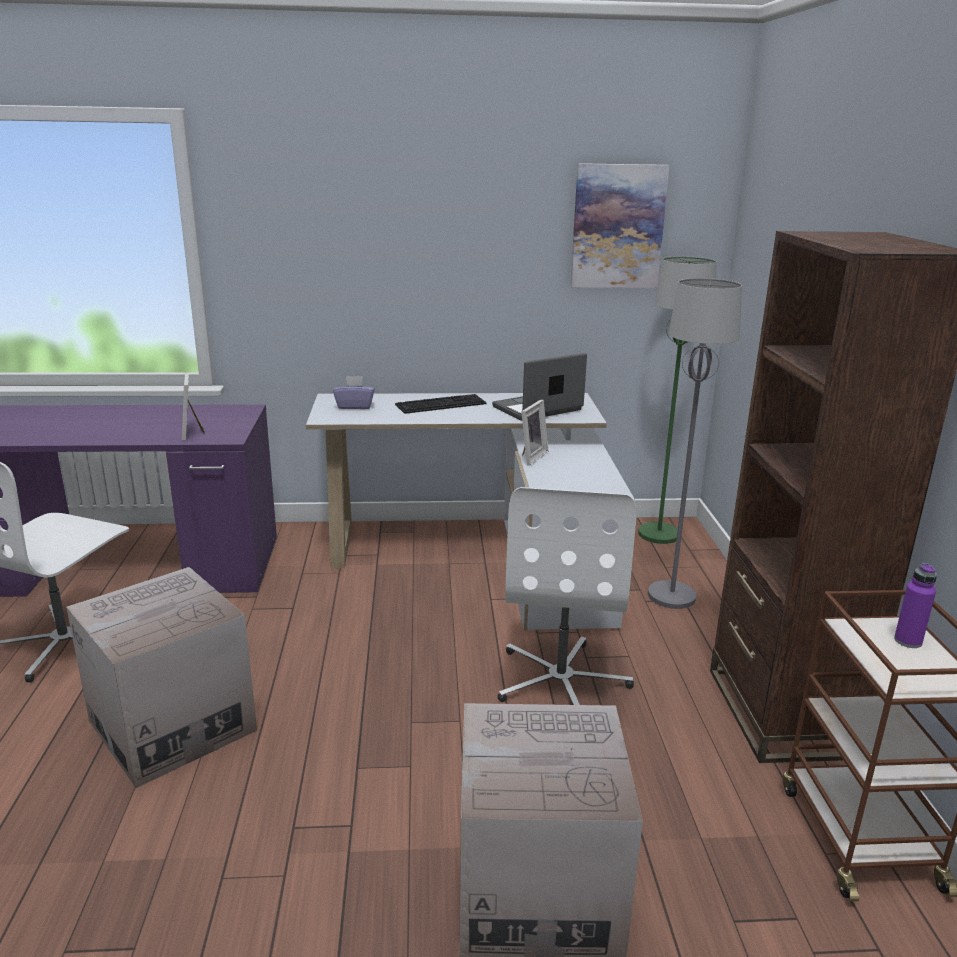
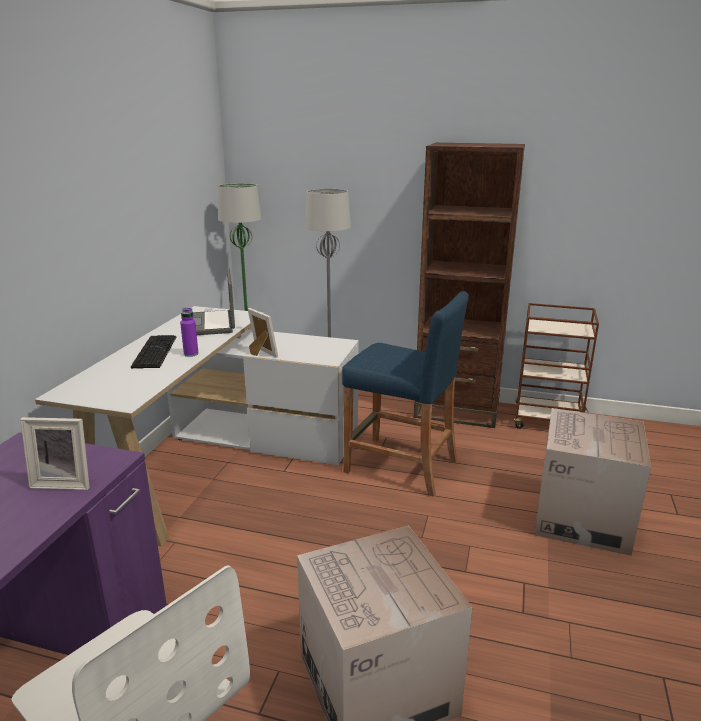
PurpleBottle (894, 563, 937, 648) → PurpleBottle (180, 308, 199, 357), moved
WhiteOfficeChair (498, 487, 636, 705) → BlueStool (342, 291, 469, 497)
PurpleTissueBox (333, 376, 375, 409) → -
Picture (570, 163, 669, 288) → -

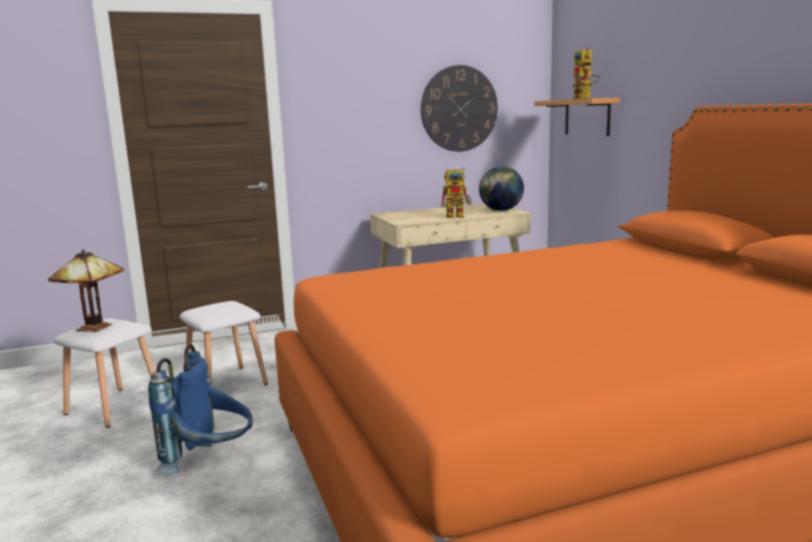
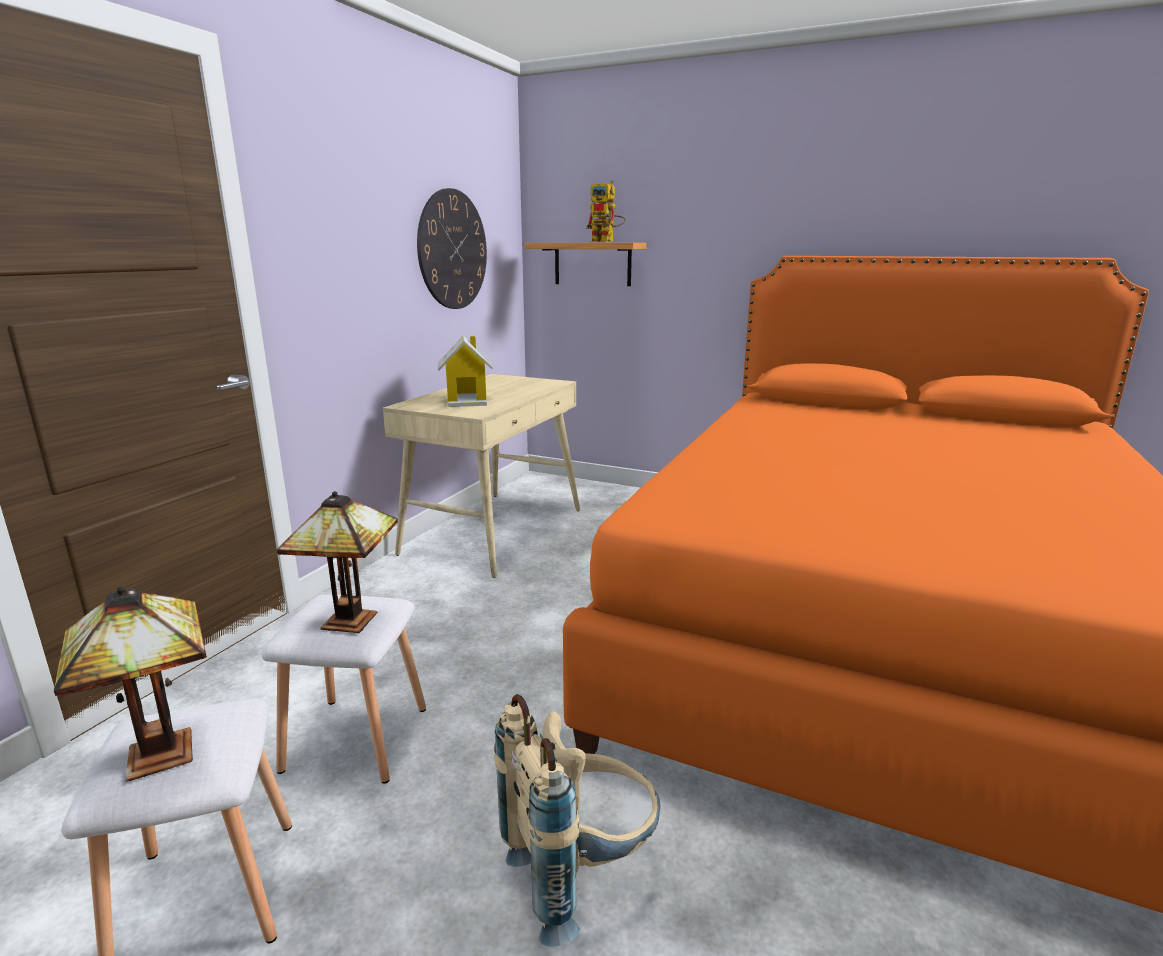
- → TableLamp (277, 491, 398, 633)
- → ToyHouse (438, 335, 493, 407)
BlueBackpack (148, 344, 253, 473) → BeigeBackpack (494, 694, 660, 947)
ToyRobot (441, 167, 472, 218) → -
Globe (479, 166, 524, 211) → -

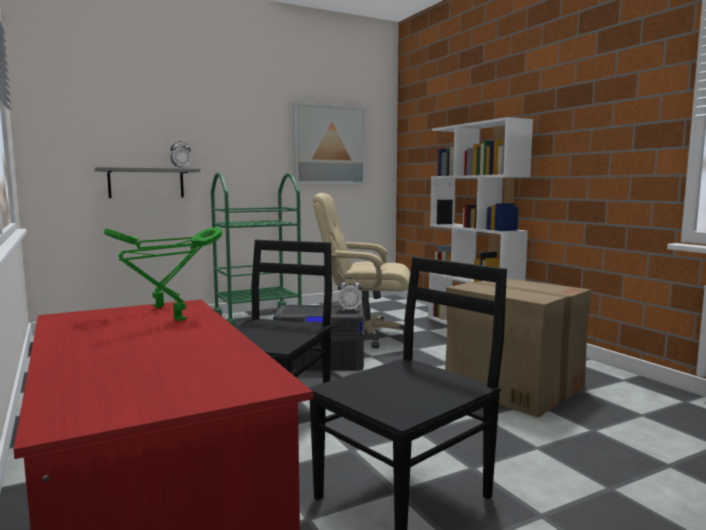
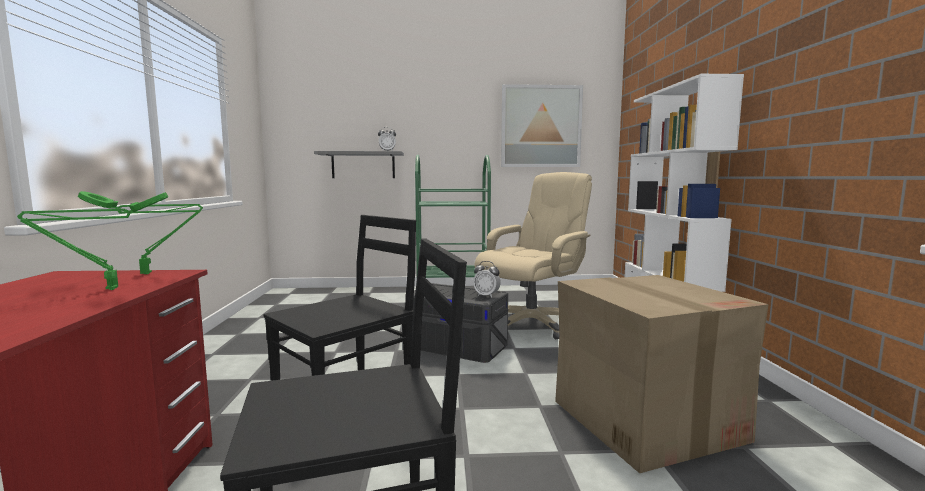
BeigeOfficeChair (312, 193, 410, 348) → BeigeOfficeChair (474, 172, 592, 339), 105 degrees clockwise

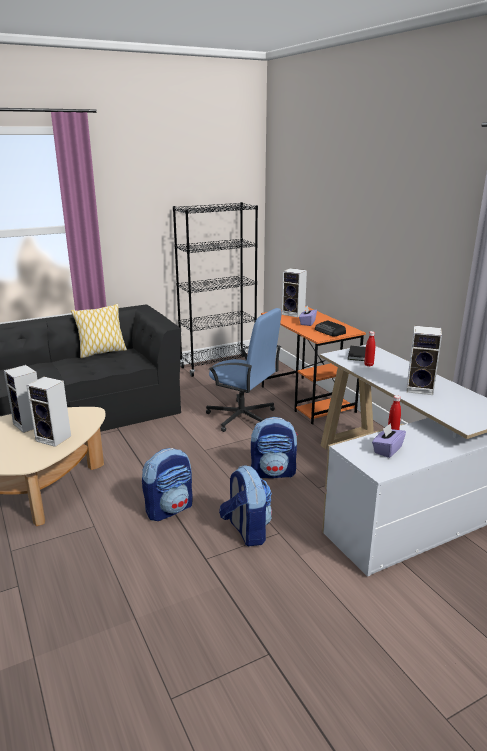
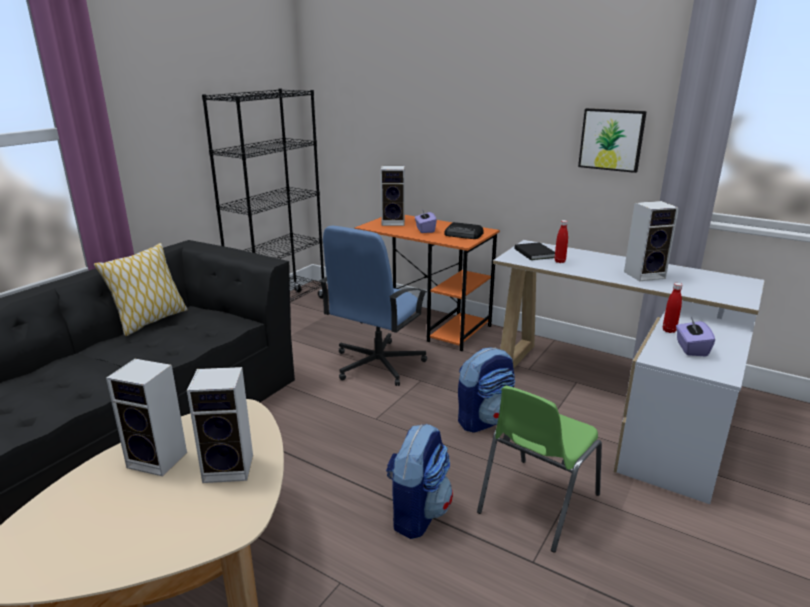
BlueOfficeChair (206, 308, 282, 432) → BlueOfficeChair (320, 226, 427, 386), 120 degrees clockwise
Backpack (219, 466, 272, 546) → GreenChair (477, 386, 602, 552)
- → Picture (578, 108, 647, 173)

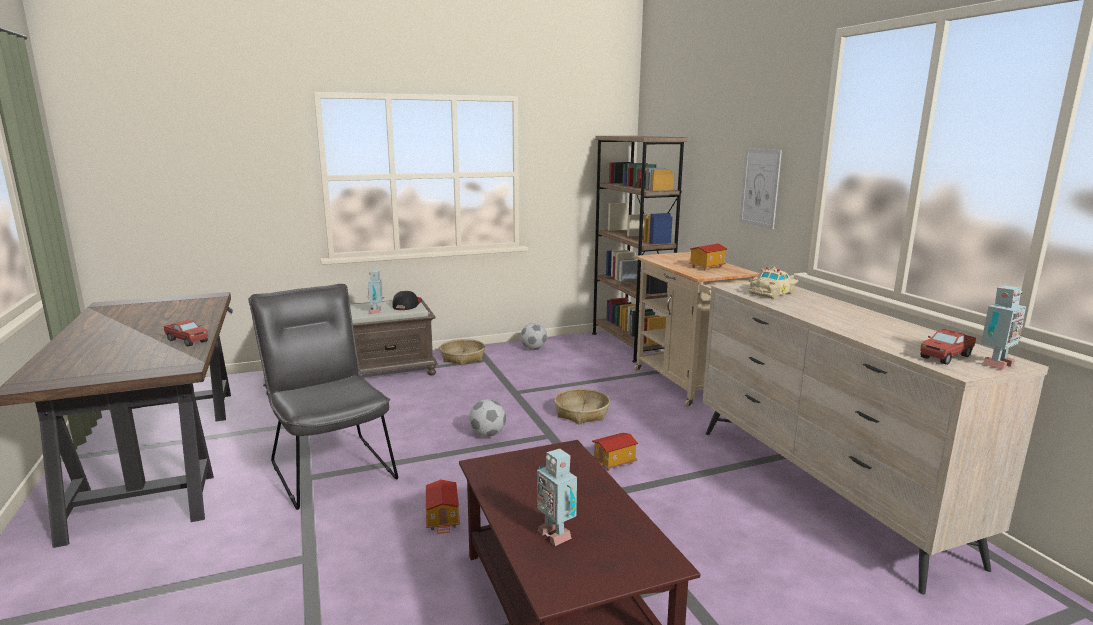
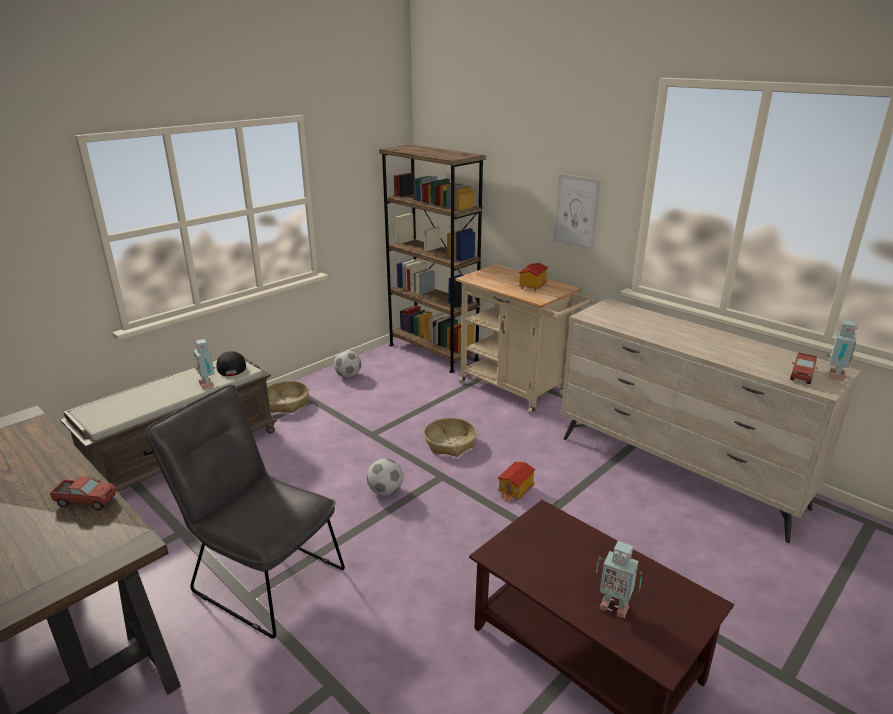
ToyHouse (425, 479, 460, 534) → -
BeigeToyCar (748, 266, 798, 299) → -

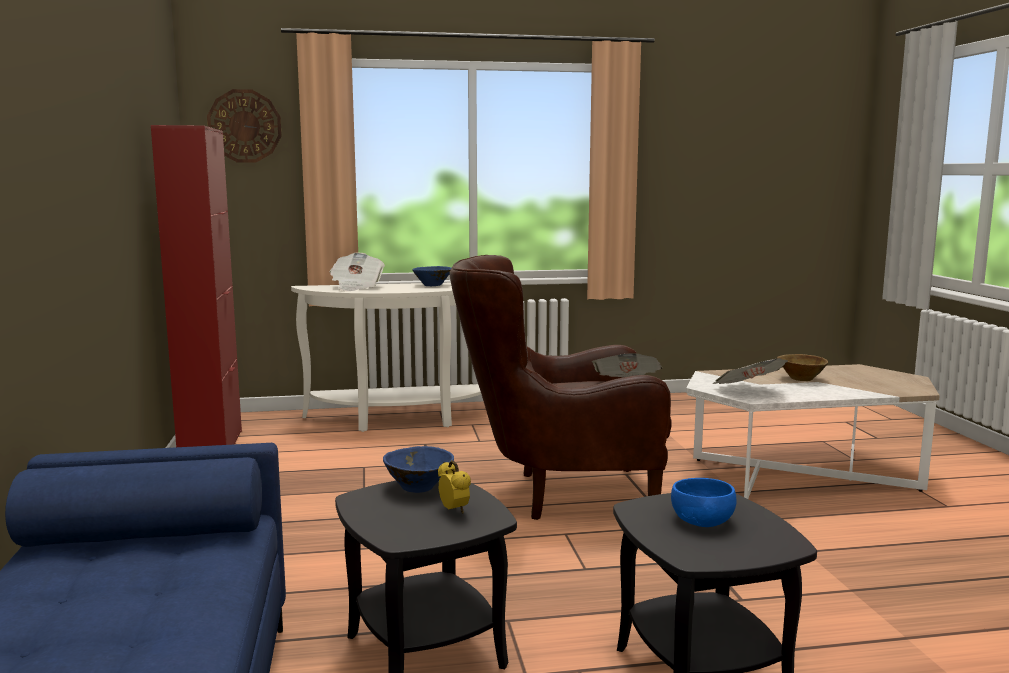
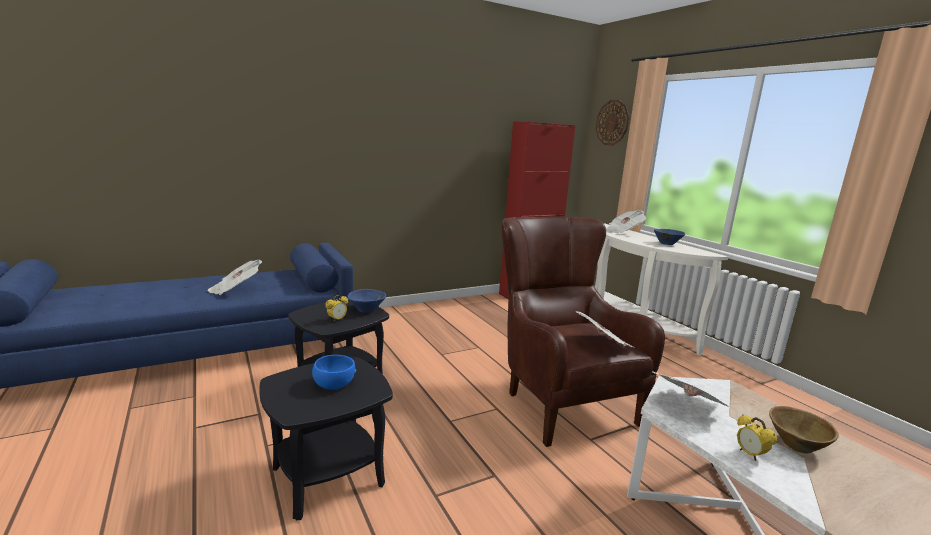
- → Newspaper (208, 260, 262, 295)
- → AlarmClock (737, 414, 777, 461)

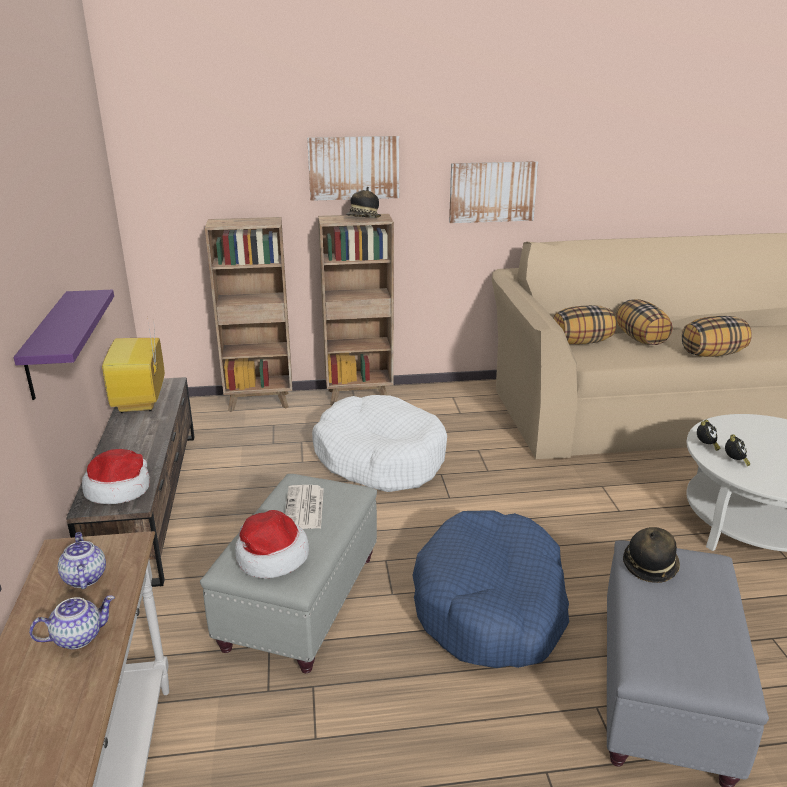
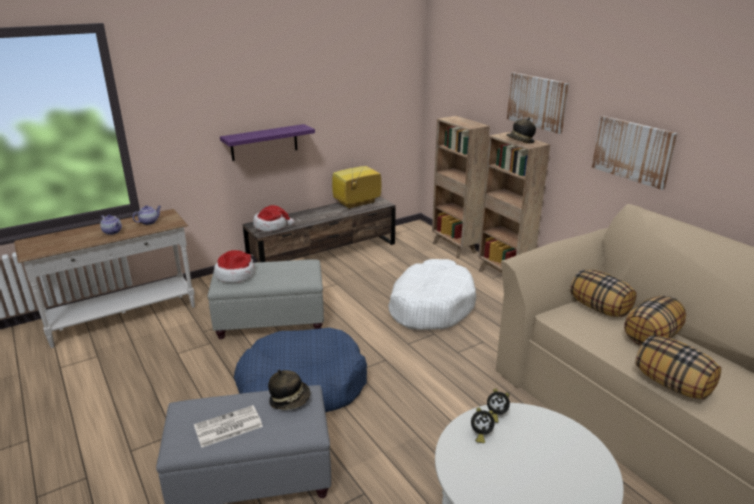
Newspaper (285, 485, 324, 529) → Newspaper (194, 405, 263, 448), moved

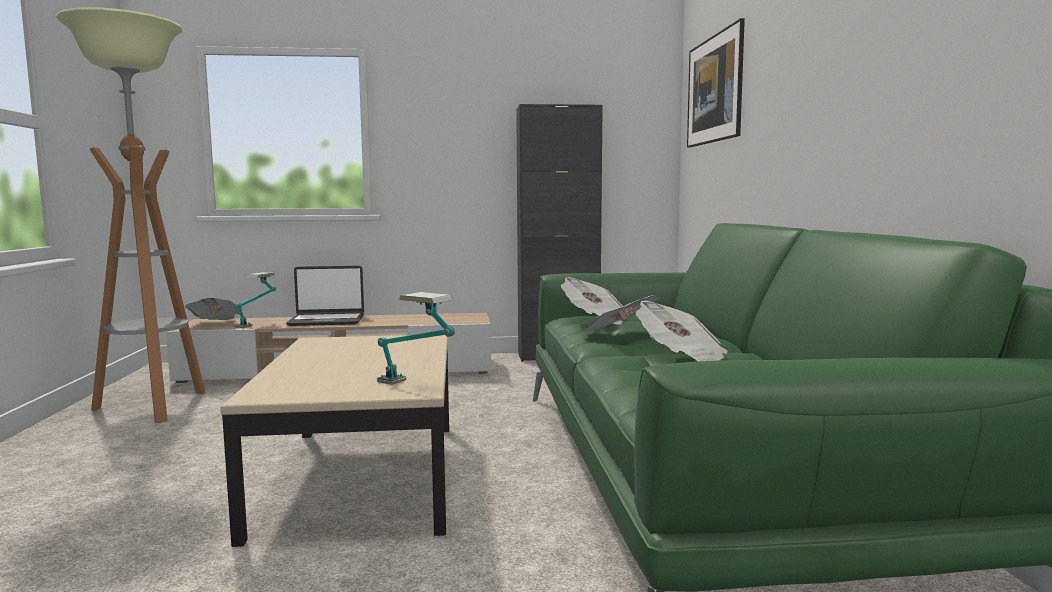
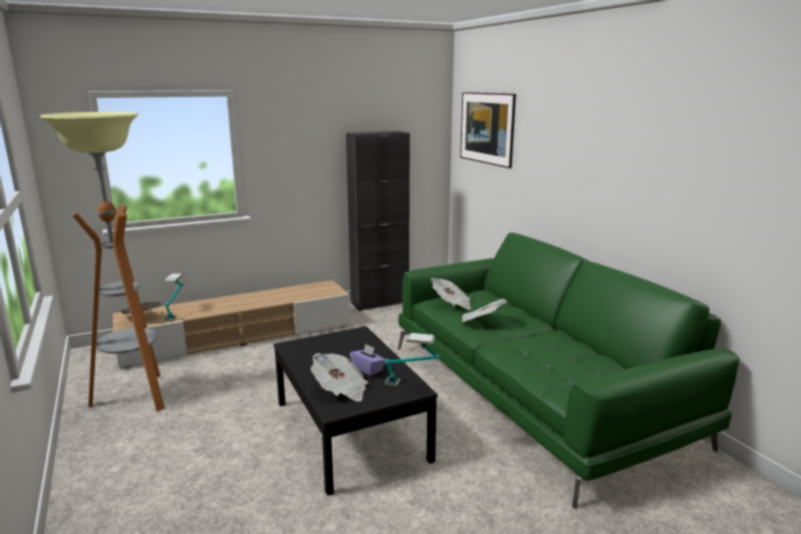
BeigeCoffeeTable (220, 335, 449, 547) → BlackCoffeeTable (274, 326, 437, 496)
Newspaper (636, 301, 728, 361) → Newspaper (310, 353, 368, 401), moved
- → PurpleTissueBox (349, 344, 385, 376)
Laptop (286, 266, 364, 326) → -

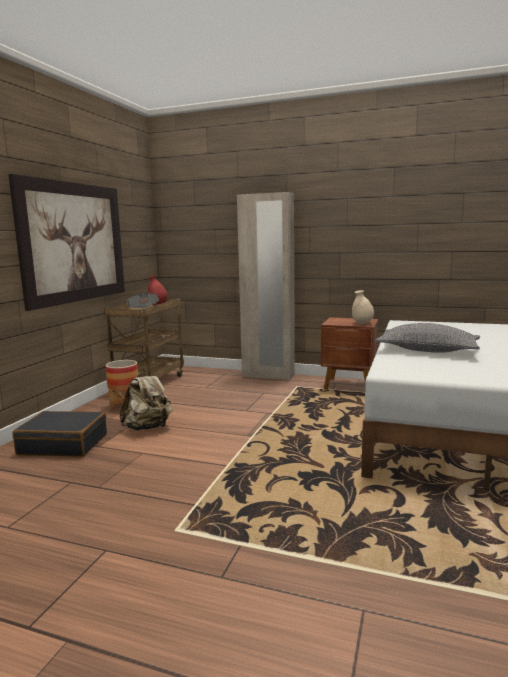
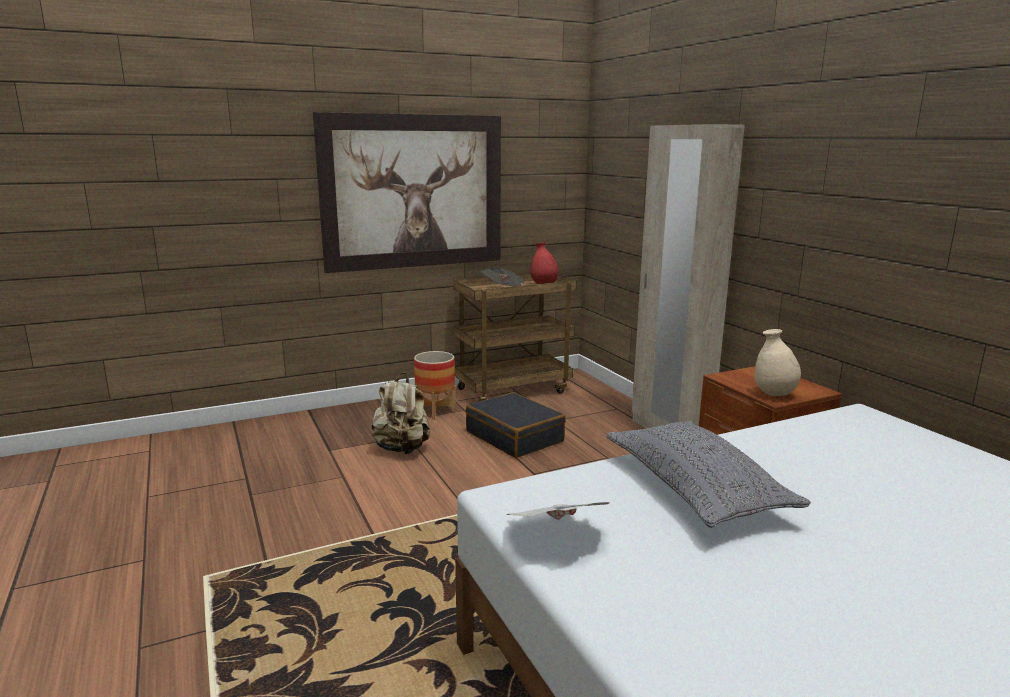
BlackSuitcase (12, 411, 107, 456) → BlackSuitcase (466, 392, 566, 458), moved
- → Newspaper (507, 502, 610, 520)

